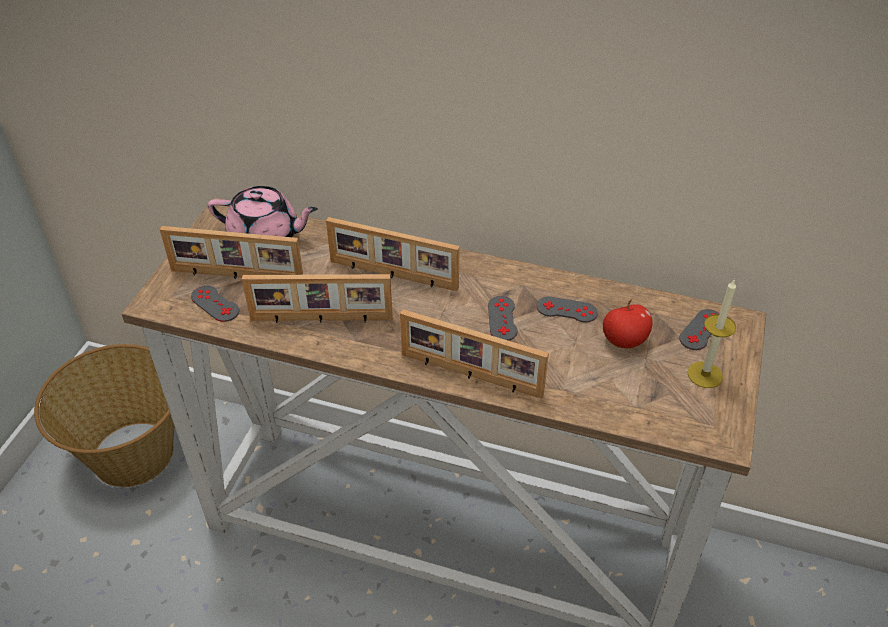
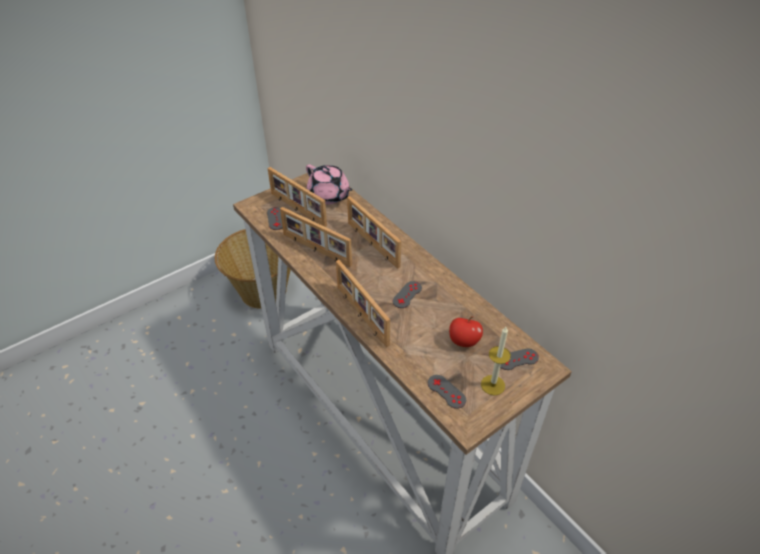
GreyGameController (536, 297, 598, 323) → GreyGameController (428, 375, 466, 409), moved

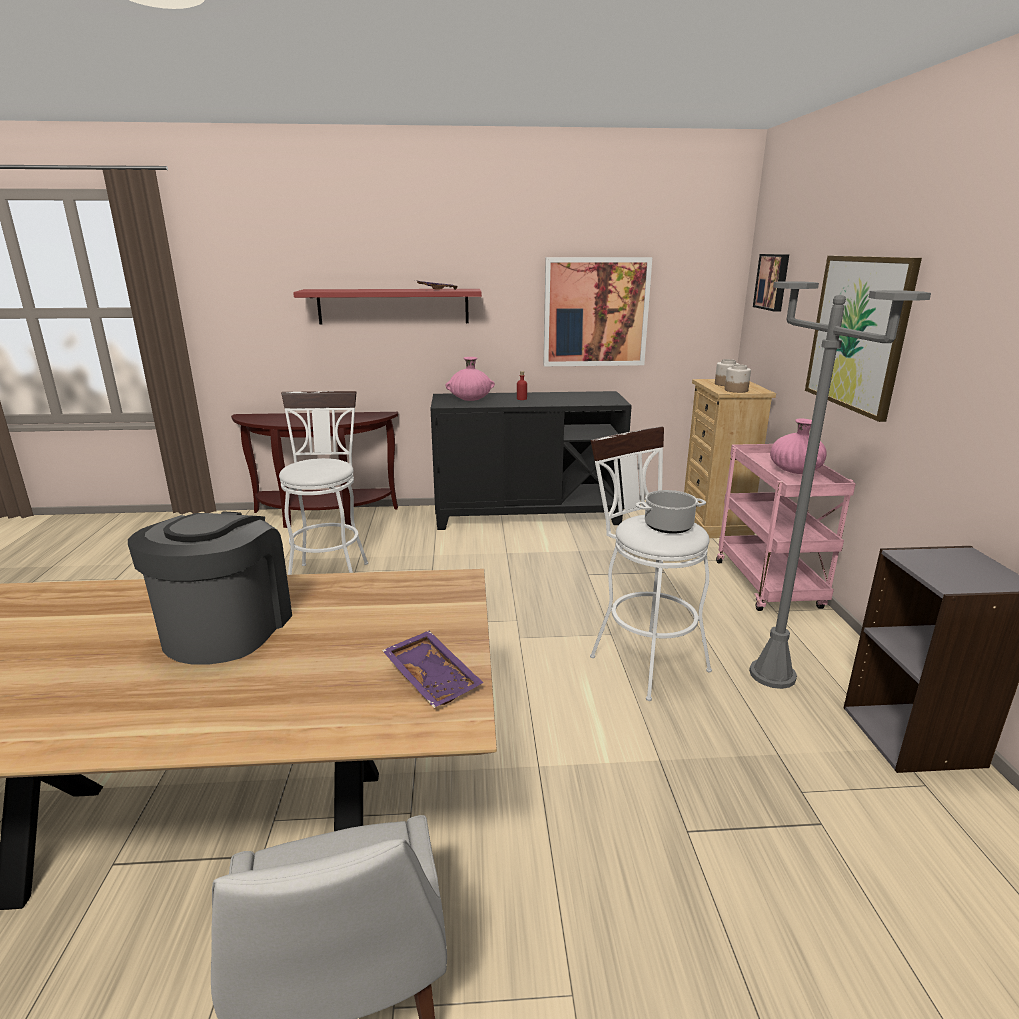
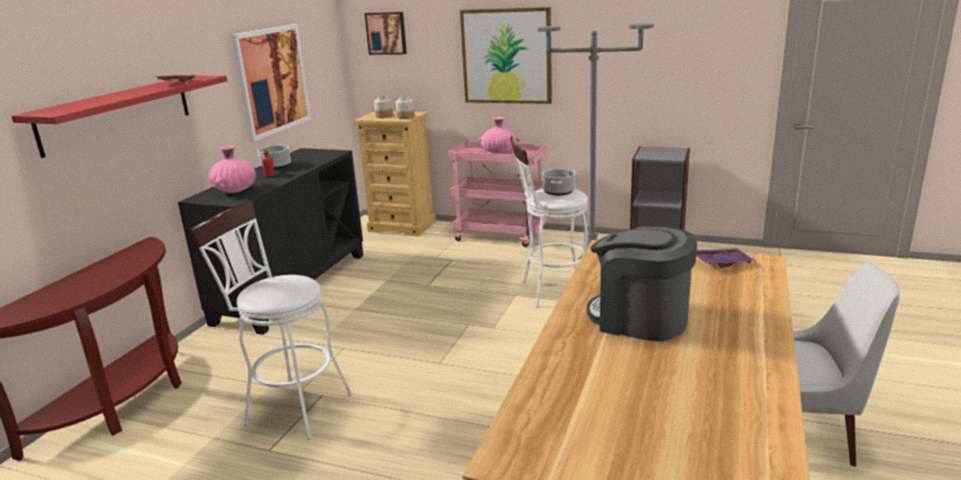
- → CookingPot (257, 145, 291, 169)

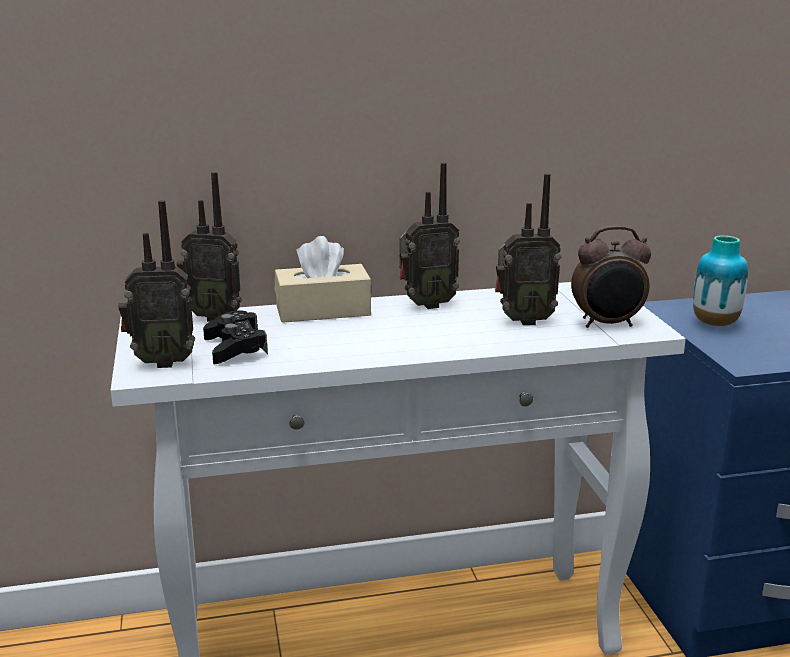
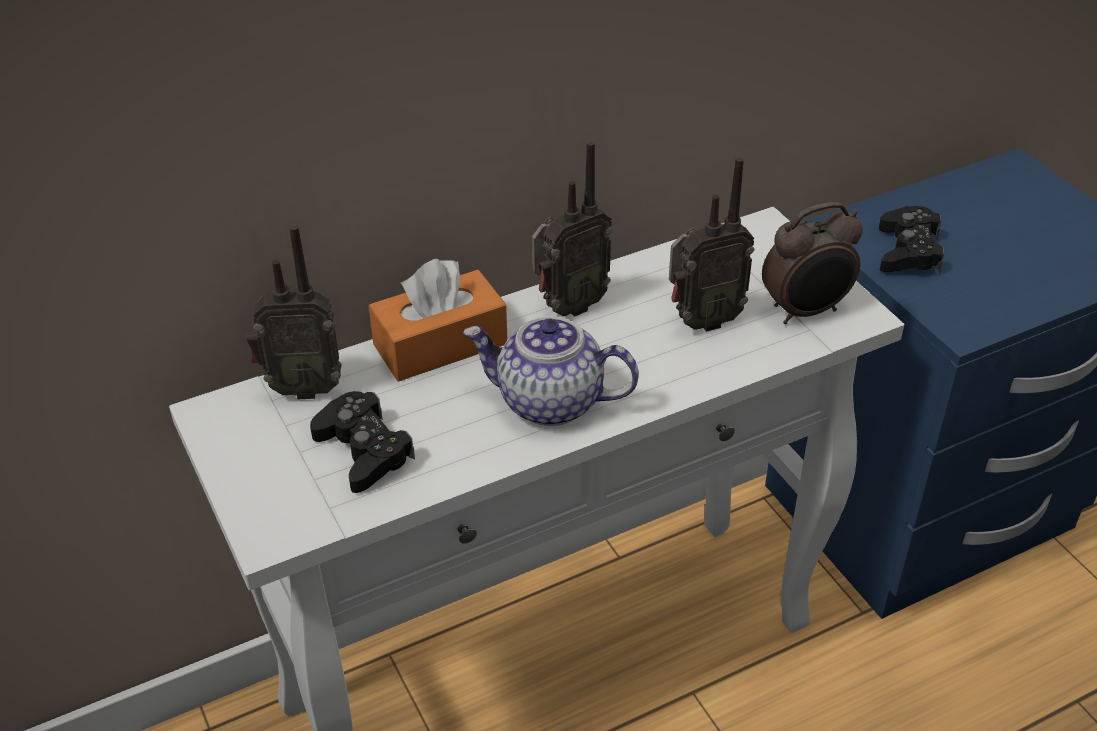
BeigeTissueBox (275, 236, 371, 323) → OrangeTissueBox (369, 259, 508, 382)
- → Teapot (463, 316, 639, 426)
Vase (693, 235, 748, 326) → BlackGameController (879, 206, 944, 273)
Radio (118, 200, 195, 368) → -

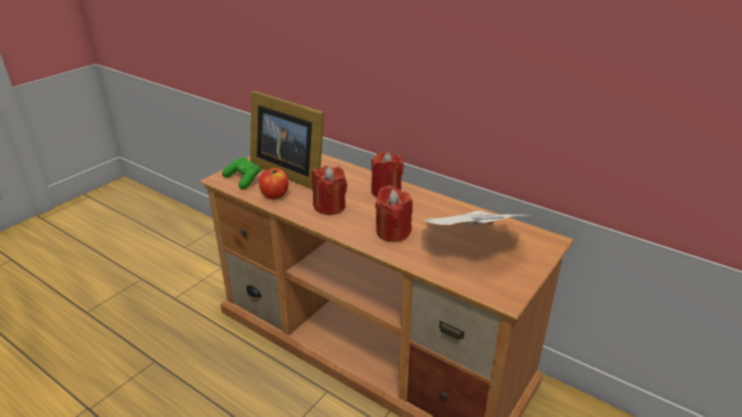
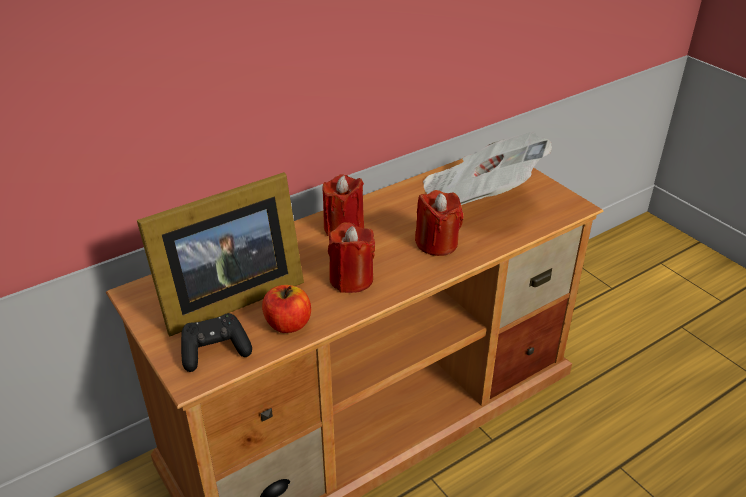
GreenGameController (222, 157, 261, 189) → BlackGameController (181, 313, 252, 372)

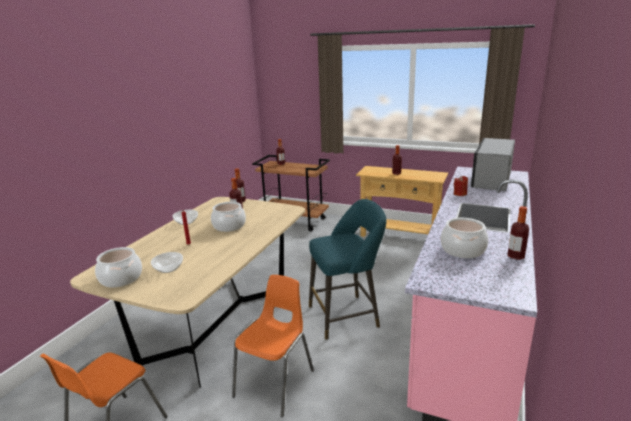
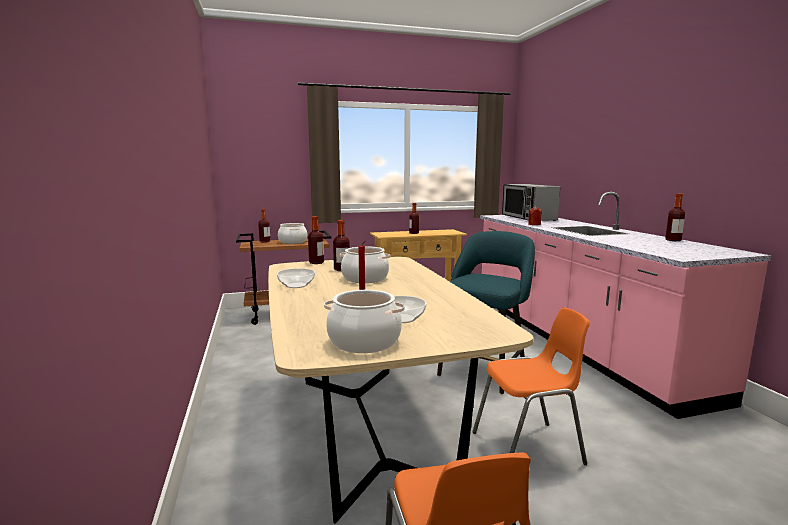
CookingPot (440, 218, 488, 258) → CookingPot (278, 223, 307, 244), moved
OrangeChair (232, 275, 314, 417) → OrangeChair (472, 307, 590, 465), 90 degrees clockwise

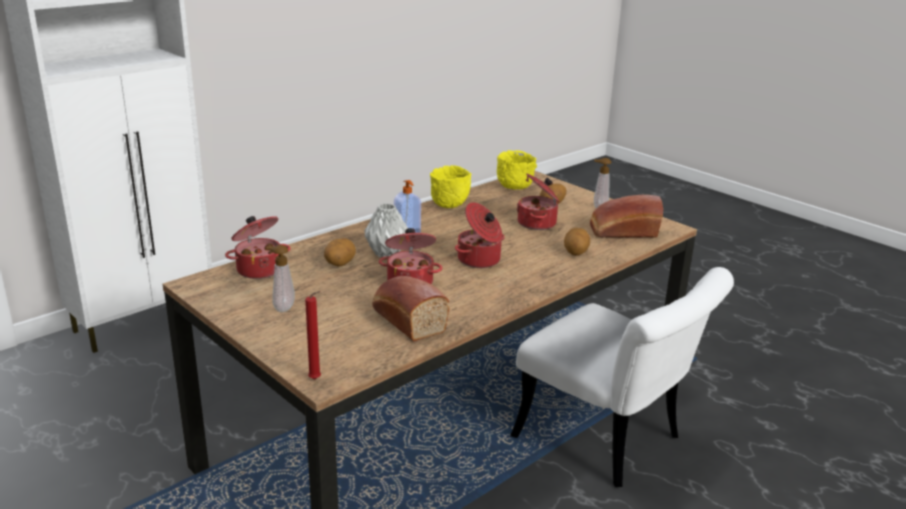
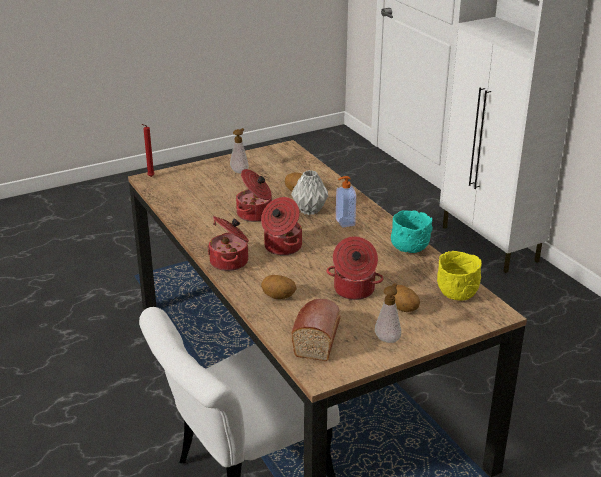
CookingPot (225, 216, 291, 279) → CookingPot (207, 216, 249, 271), moved
YellowBowl (430, 165, 471, 208) → TurquoiseBowl (391, 210, 433, 253)
Bread (372, 276, 450, 341) → -

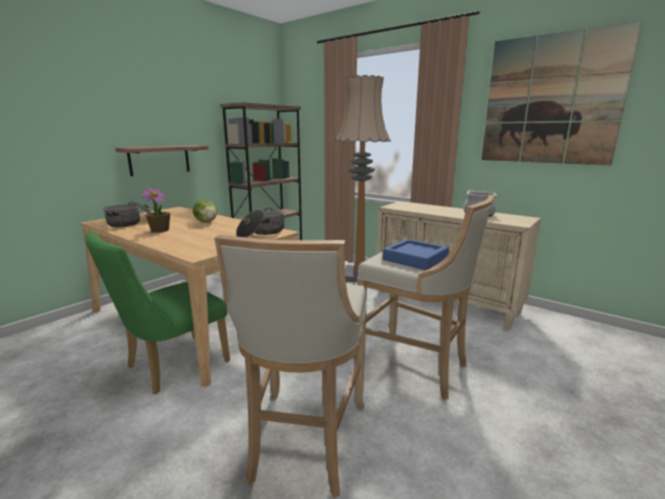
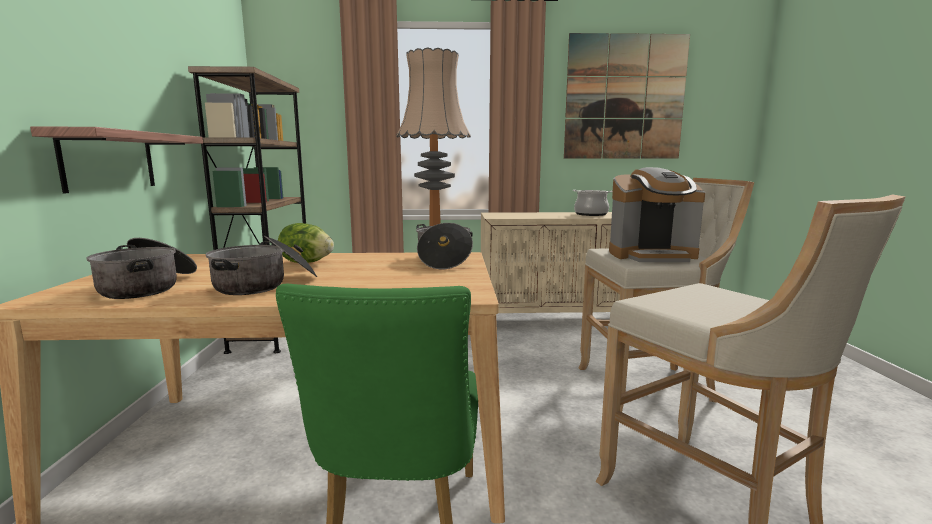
PottedPlant (141, 188, 170, 233) → CookingPot (205, 236, 317, 295)
BlueTray (383, 239, 449, 270) → CoffeeMachine (609, 167, 705, 262)

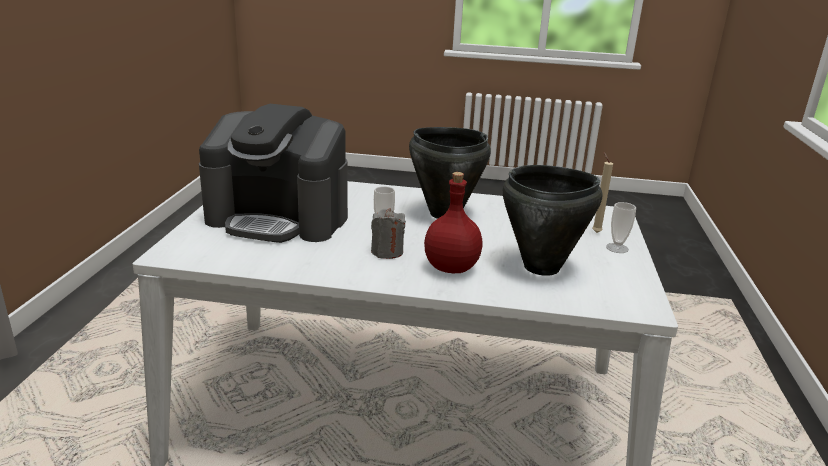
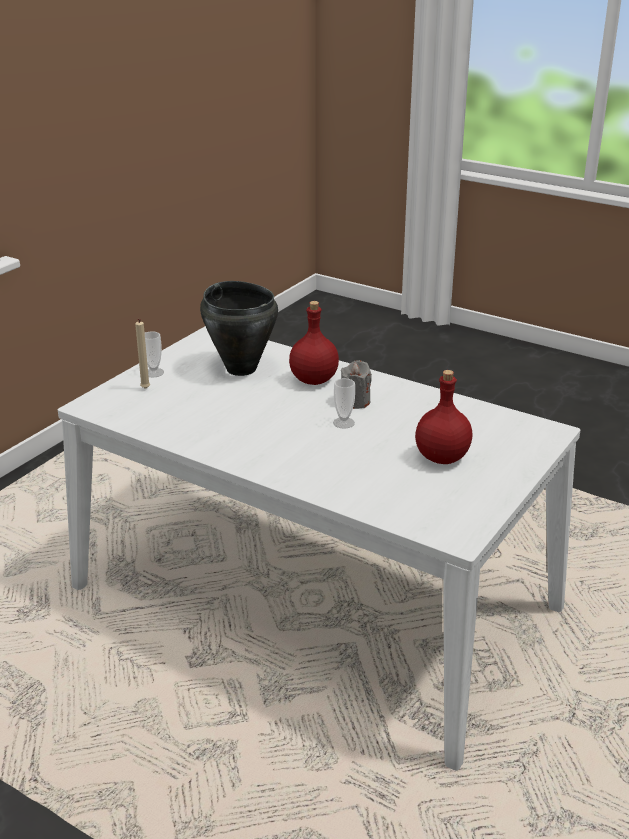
CoffeeMachine (199, 104, 348, 243) → RedBottle (415, 370, 472, 464)
BlackCookingPot (409, 127, 491, 219) → -

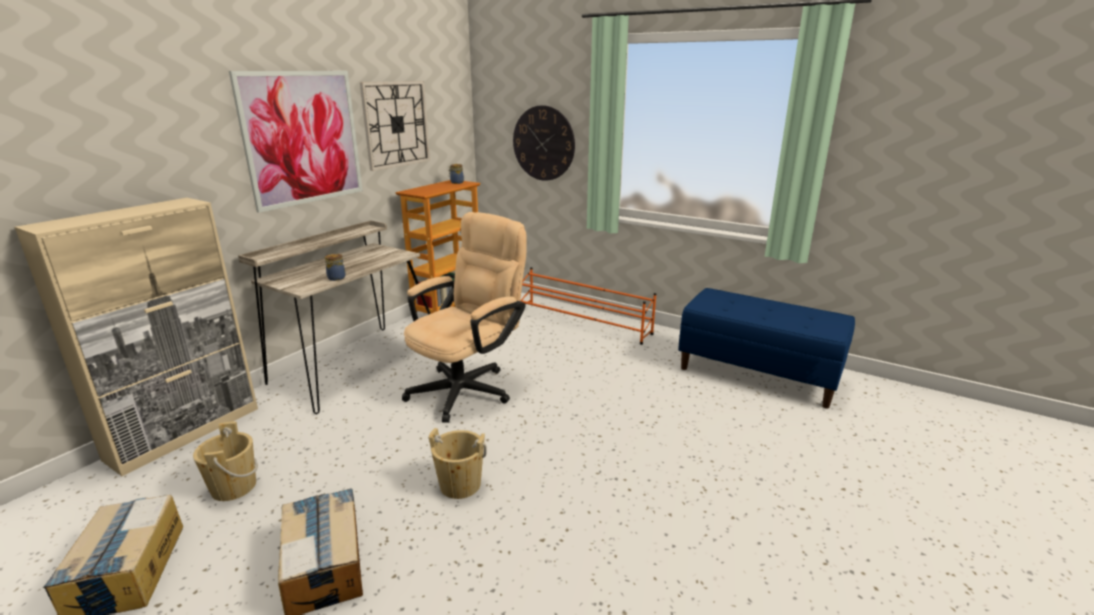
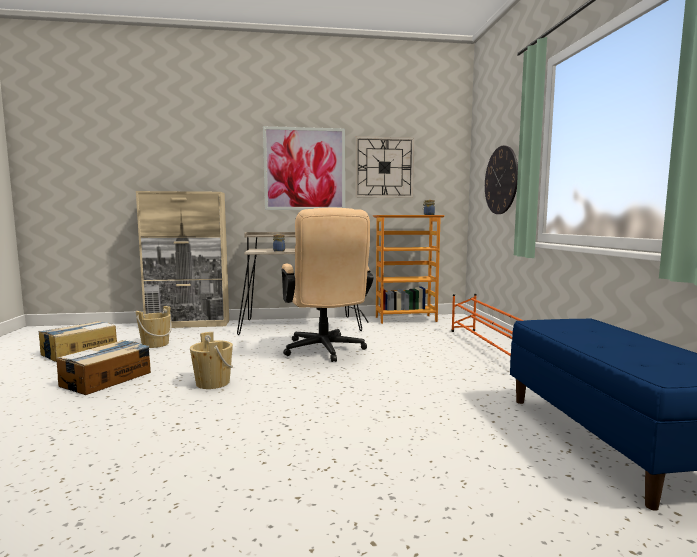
BeigeOfficeChair (402, 212, 527, 423) → BeigeOfficeChair (281, 208, 373, 362), 75 degrees clockwise

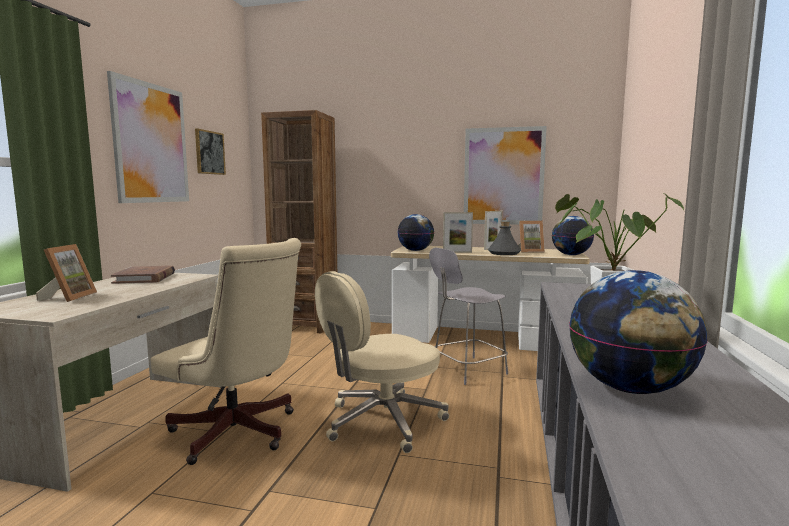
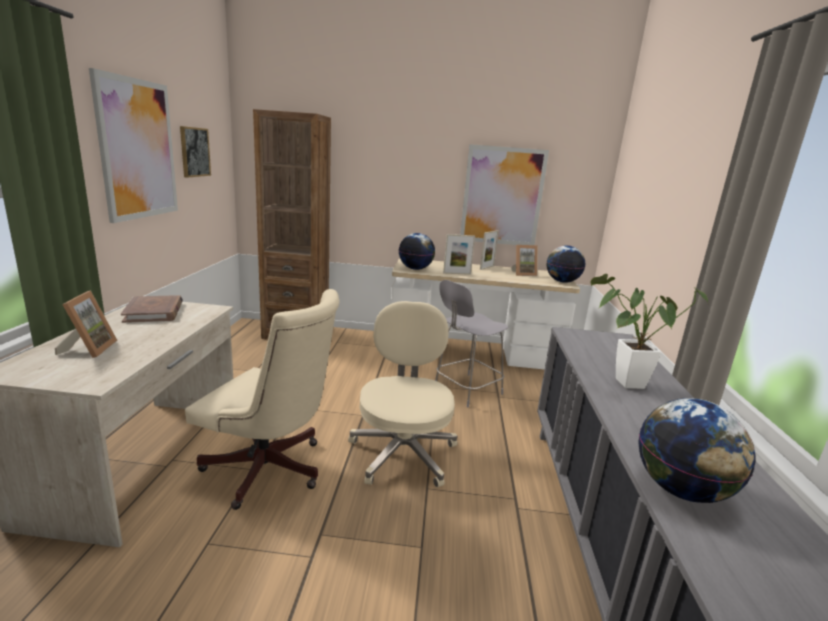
BeigeOfficeChair (315, 271, 449, 453) → BeigeOfficeChair (348, 301, 457, 488), 135 degrees clockwise
GreyBottle (488, 221, 521, 255) → -

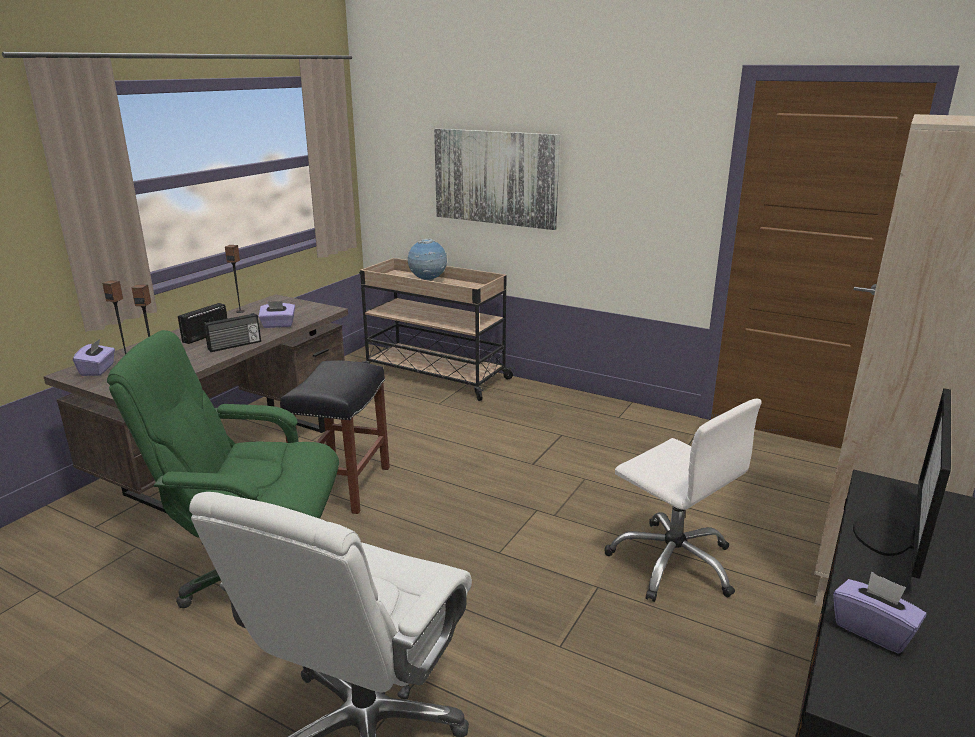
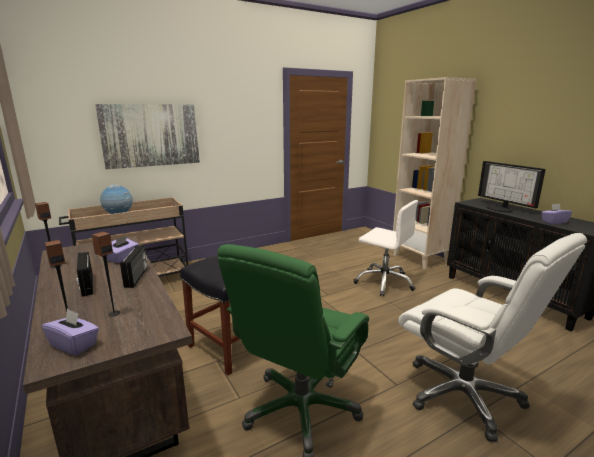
WhiteOfficeChair (604, 398, 761, 602) → WhiteOfficeChair (353, 200, 418, 296), 45 degrees clockwise

